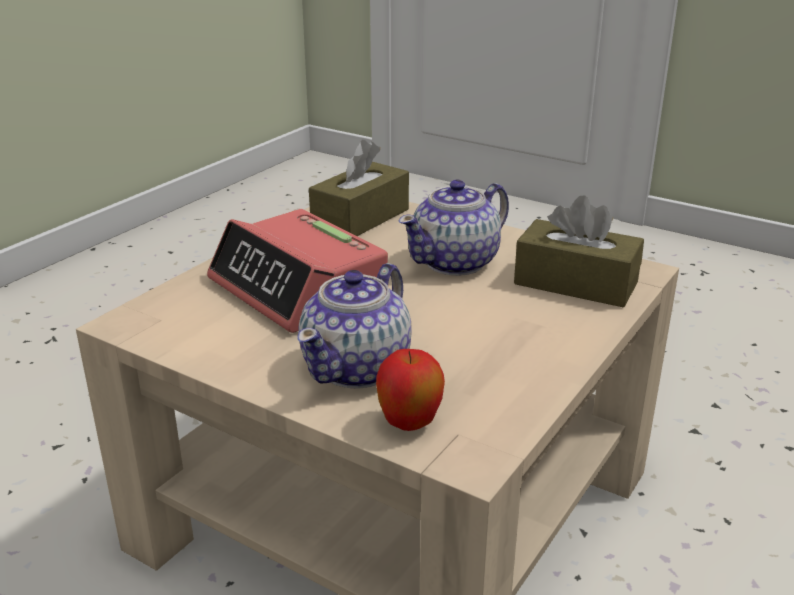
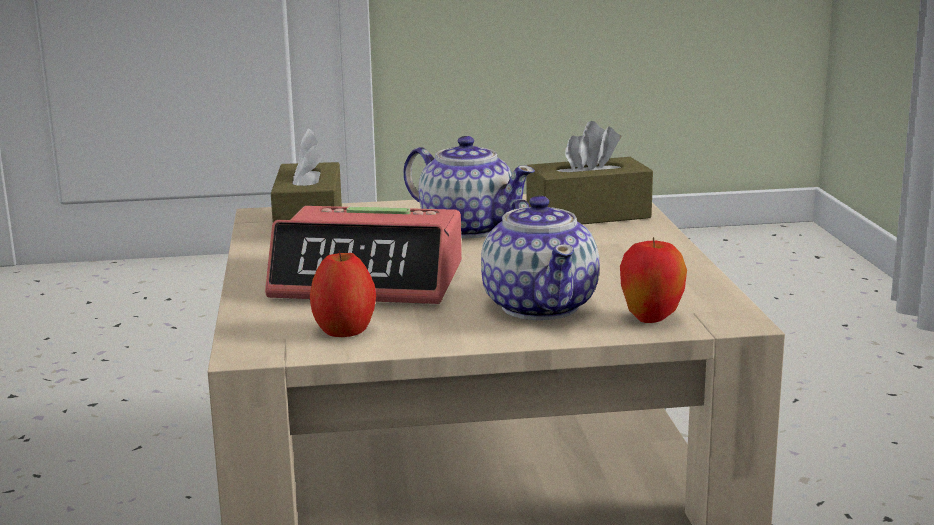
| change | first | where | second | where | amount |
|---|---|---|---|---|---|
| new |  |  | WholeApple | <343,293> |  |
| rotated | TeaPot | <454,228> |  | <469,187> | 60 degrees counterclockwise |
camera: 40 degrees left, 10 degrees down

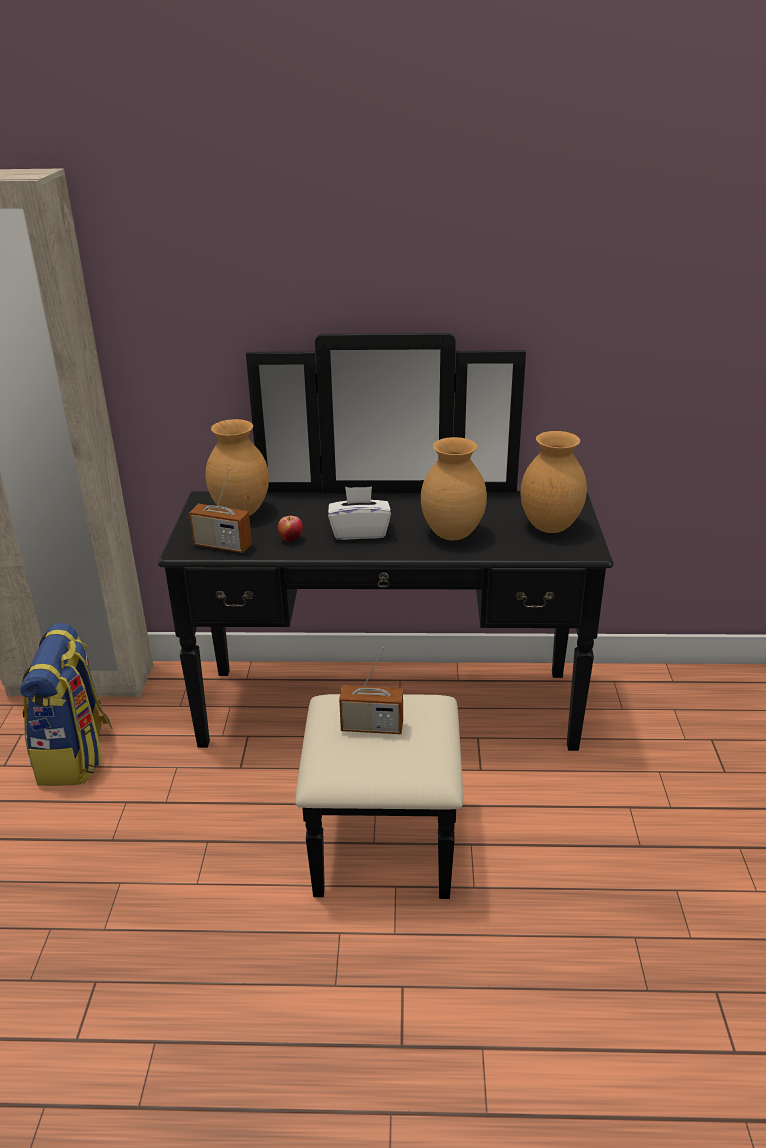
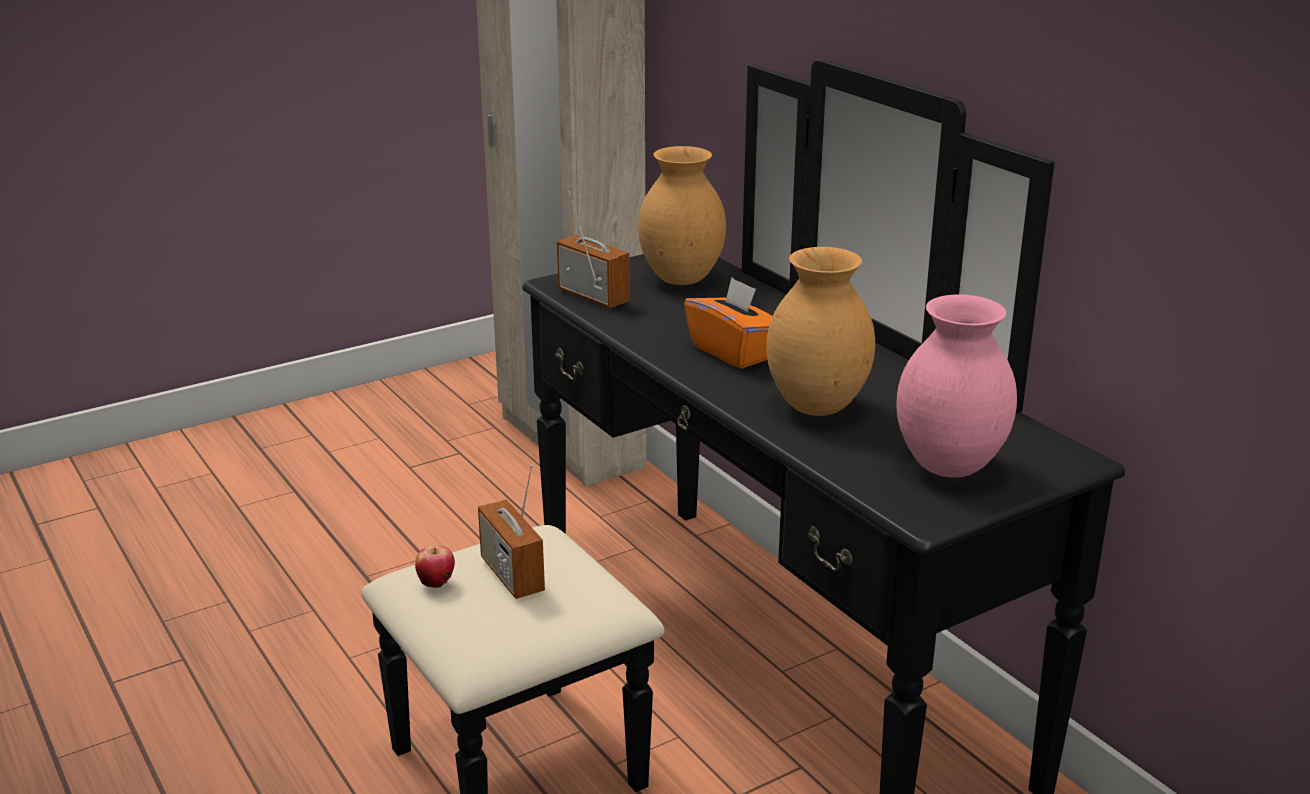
| change | first | where | second | where | amount |
|---|---|---|---|---|---|
| shifted | WholeApple | <290,529> |  | <435,566> |  |
| rotated | RadioSet | <220,510> |  | <593,249> | 150 degrees clockwise |
| repainted | WhiteTissueBox | <359,513> | OrangeTissueBox | <728,323> |  |
| repainted | BrownishFlowerVase | <553,482> | PinkFlowerVase | <956,386> |  |
| gone | Knapsack | <66,704> |  |  |  |
camera: 55 degrees right, 5 degrees down

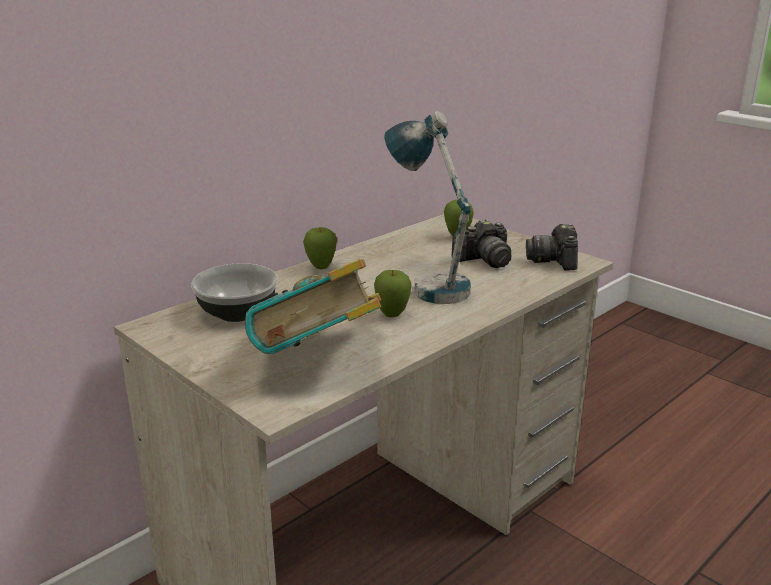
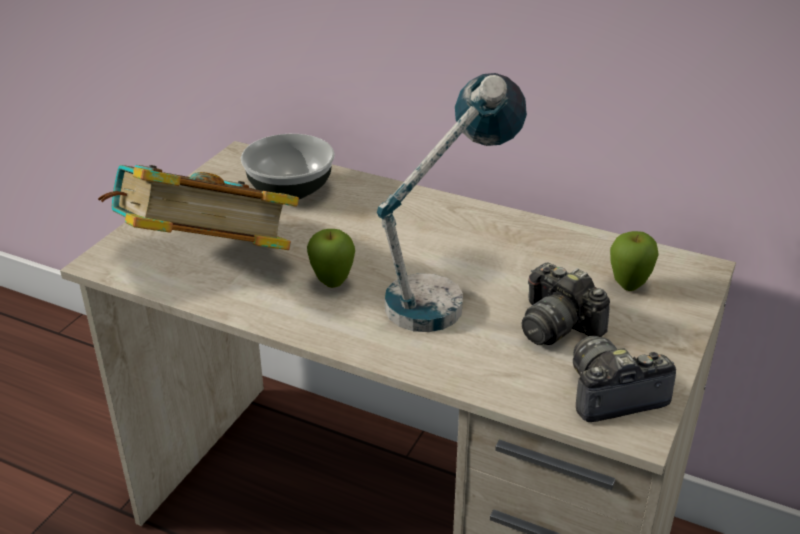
| change | first | where | second | where | amount |
|---|---|---|---|---|---|
| gone | WholeApple | <320,248> |  |  |  |
camera: 70 degrees right, 10 degrees up

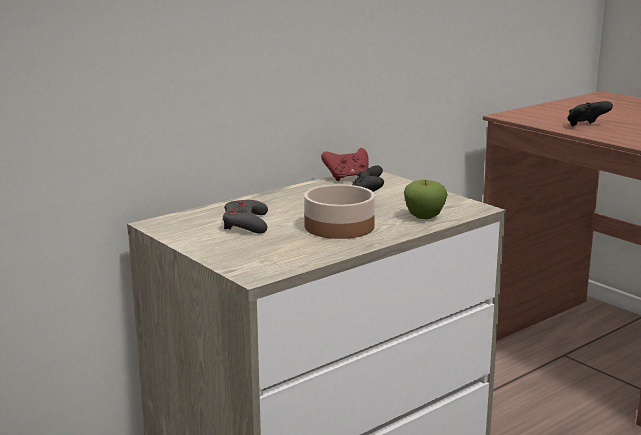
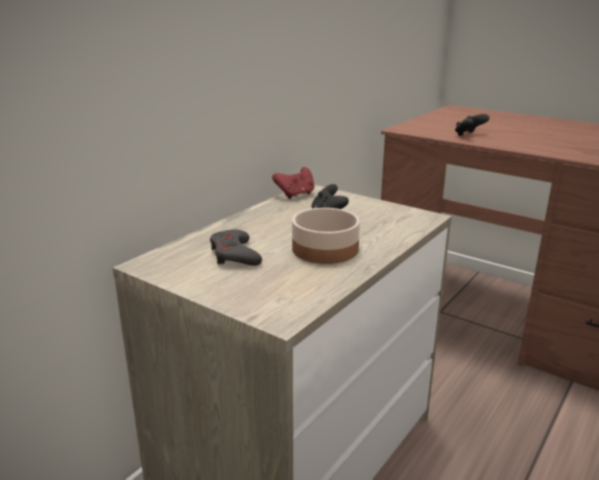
| change | first | where | second | where | amount |
|---|---|---|---|---|---|
| gone | WholeApple | <426,199> |  |  |  |
camera: 15 degrees left, 5 degrees up

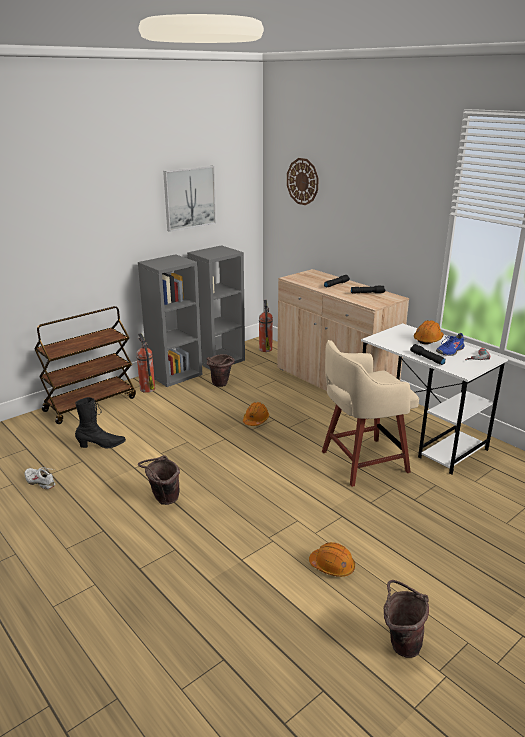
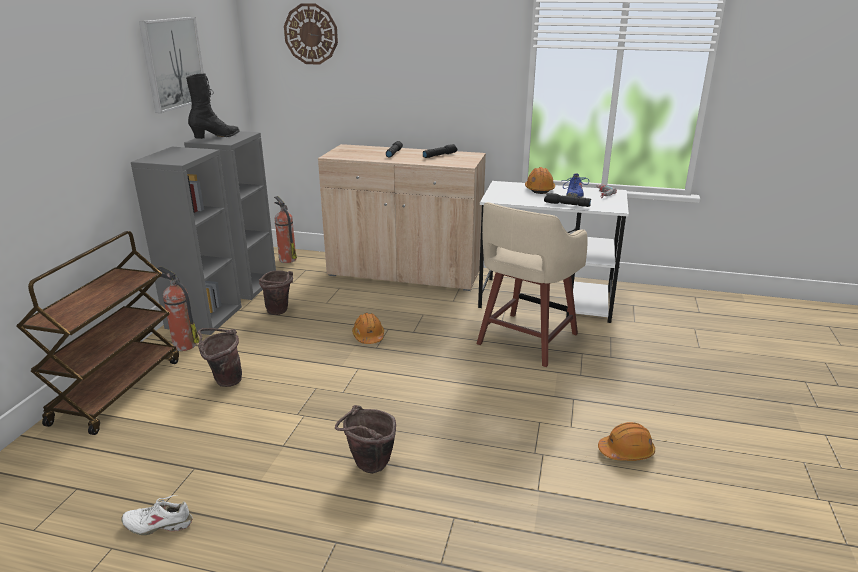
| change | first | where | second | where | amount |
|---|---|---|---|---|---|
| shifted | BlackColouredHighTopBoot | <100,422> |  | <213,106> |  |
| shifted | BrownishWaterBucket | <406,619> |  | <220,357> |  |
camera: 35 degrees left, 0 degrees up

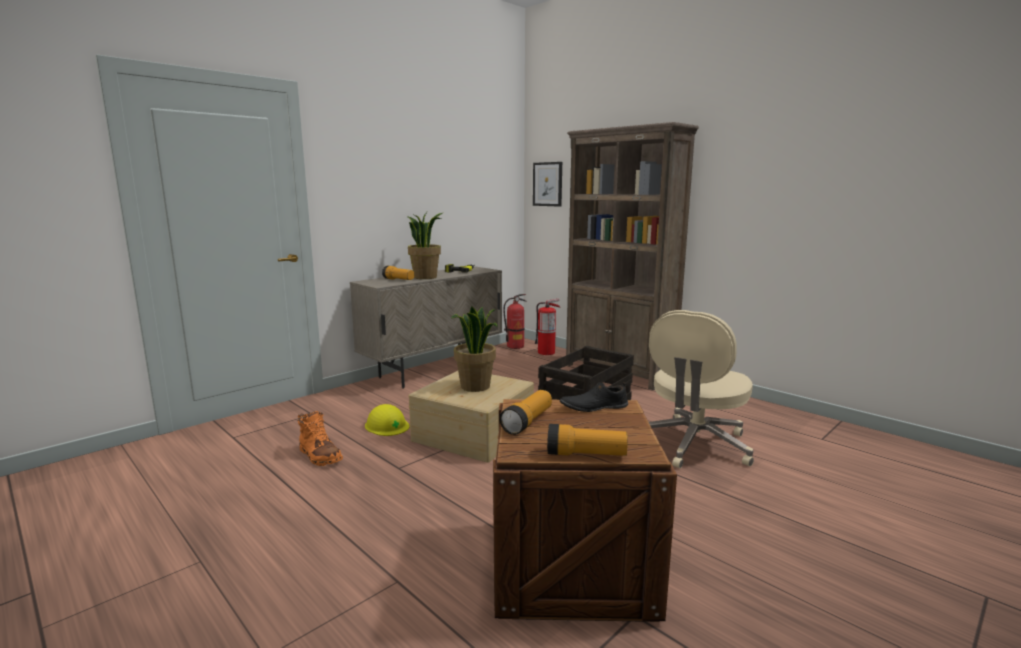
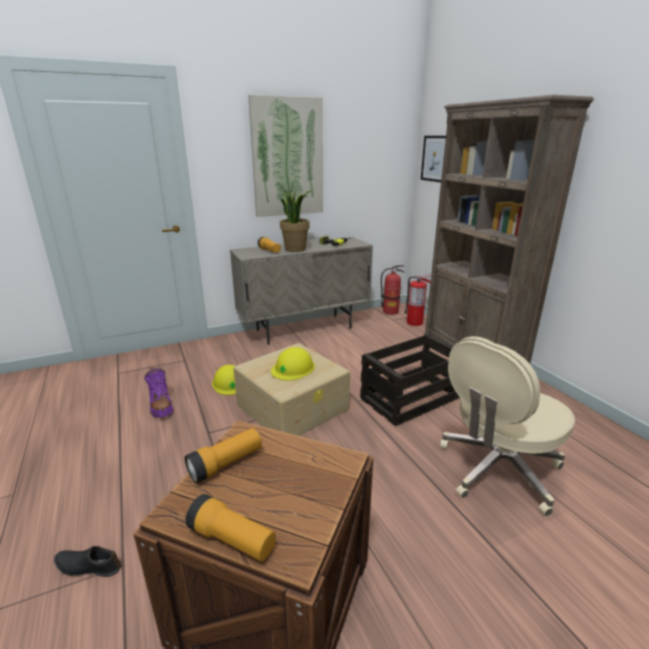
| change | first | where | second | where | amount |
|---|---|---|---|---|---|
| shifted | BlackColouredItemOfFootwear | <594,397> |  | <87,561> |  |
| repainted | OrangeHighTopBoot | <320,438> | PurplishHighTopBoot | <158,392> |  |
| new |  |  | WallArt | <285,156> |  |
| swapped | PottedPlant | <474,349> | YellowColouredWorkHelmet | <293,364> |  |
camera: 20 degrees right, 10 degrees up

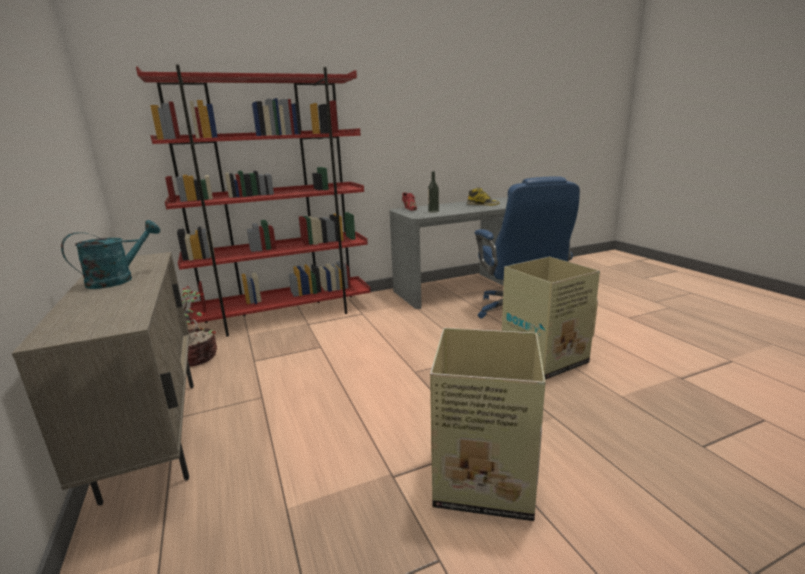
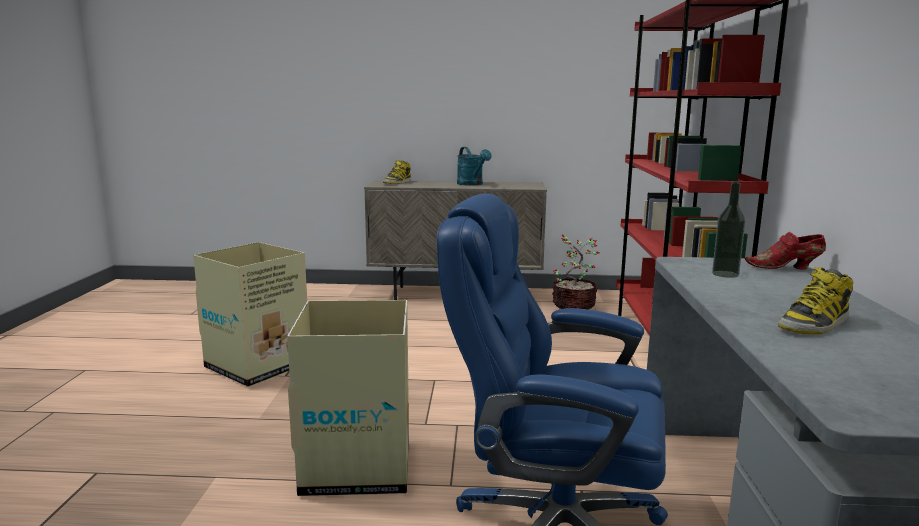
| change | first | where | second | where | amount |
|---|---|---|---|---|---|
| new |  |  | HighTopBoot | <397,172> |  |
camera: 115 degrees right, 5 degrees down

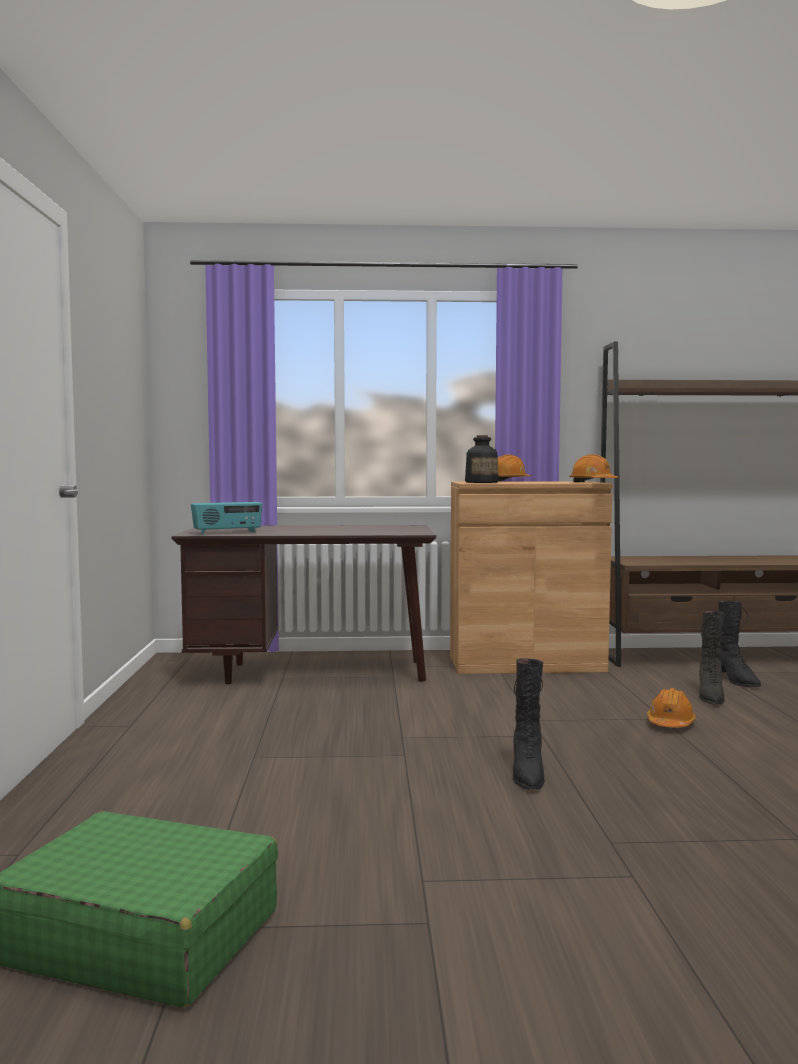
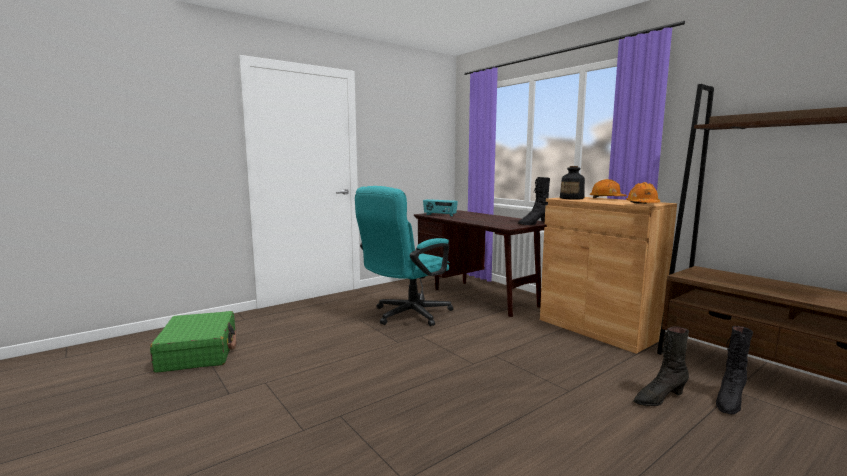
| change | first | where | second | where | amount |
|---|---|---|---|---|---|
| new |  |  | BlueGreenDeskChair | <404,256> |  |
| shifted | BlackColouredHighTopBoot | <529,724> |  | <534,201> |  |
| gone | OrangeWorkHelmet | <671,708> |  |  |  |
camera: 55 degrees right, 5 degrees up

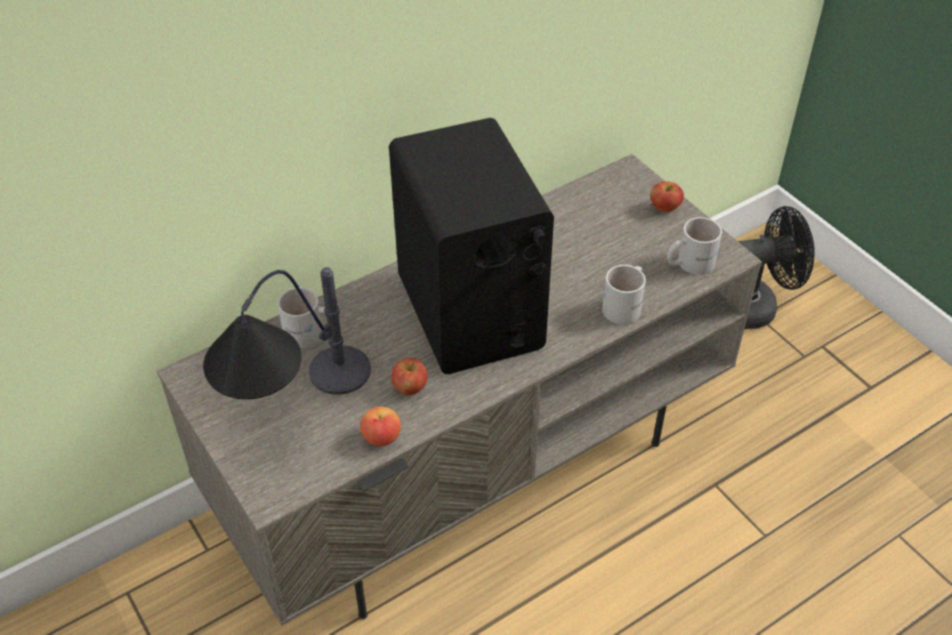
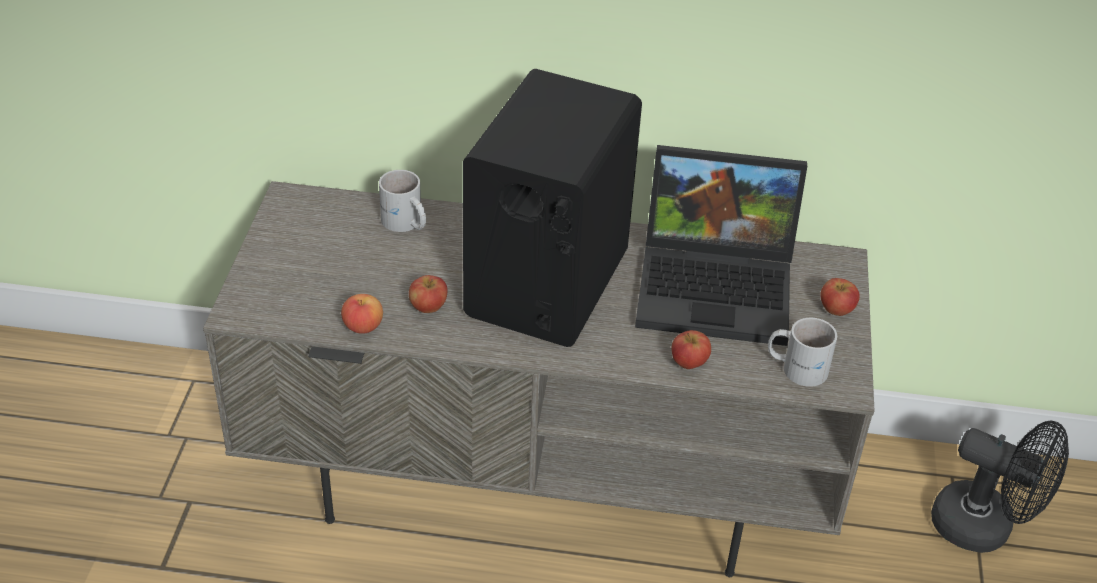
| change | first | where | second | where | amount |
|---|---|---|---|---|---|
| new |  |  | Laptop | <721,245> |  |
| swapped | WhiteCoffeeMug | <624,295> | WholeApple | <691,349> |  |
| gone | TabletopLamp | <287,333> |  |  |  |
camera: 40 degrees right, 5 degrees down

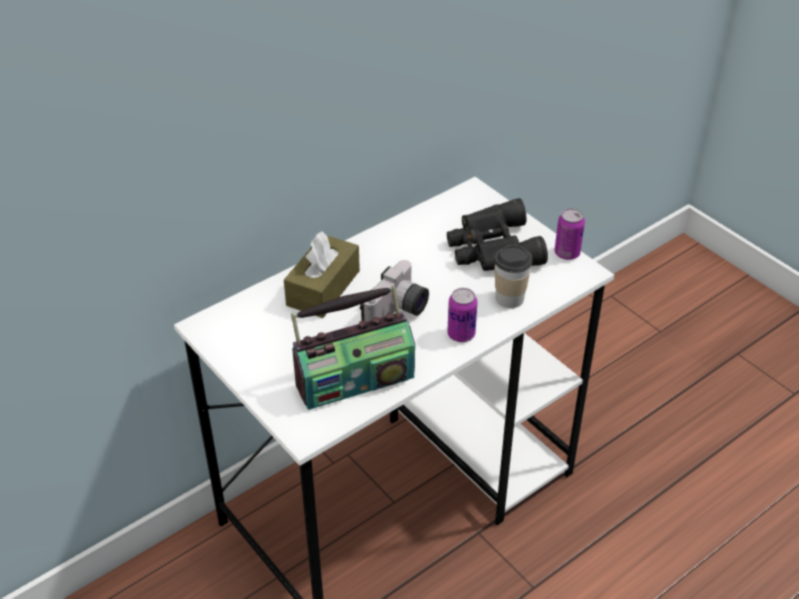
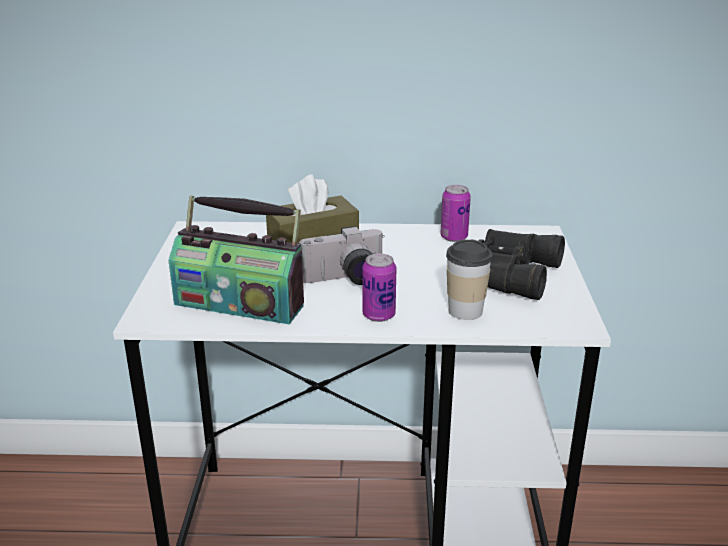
| change | first | where | second | where | amount |
|---|---|---|---|---|---|
| shifted | SealedCan | <570,234> |  | <455,213> |  |
camera: 40 degrees right, 15 degrees down

